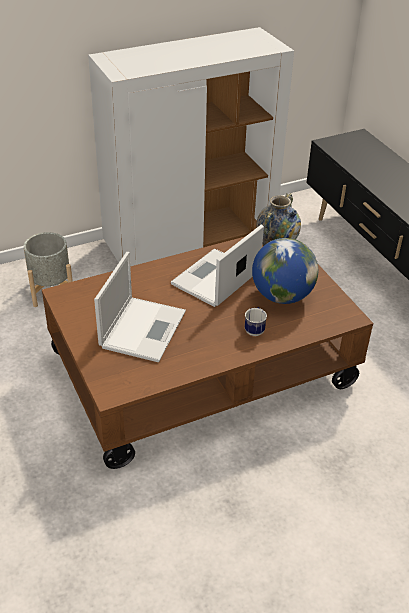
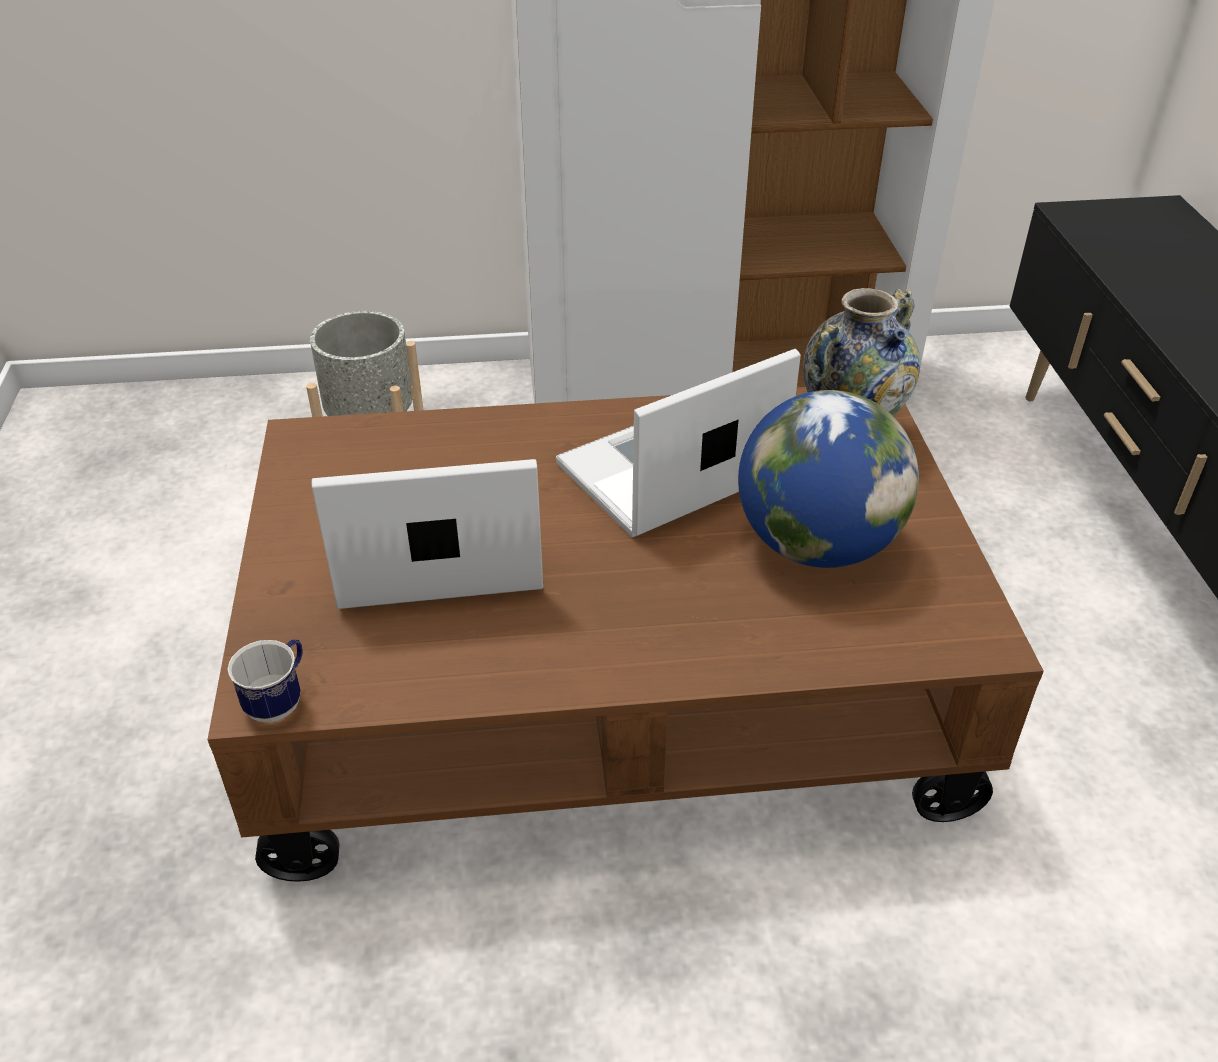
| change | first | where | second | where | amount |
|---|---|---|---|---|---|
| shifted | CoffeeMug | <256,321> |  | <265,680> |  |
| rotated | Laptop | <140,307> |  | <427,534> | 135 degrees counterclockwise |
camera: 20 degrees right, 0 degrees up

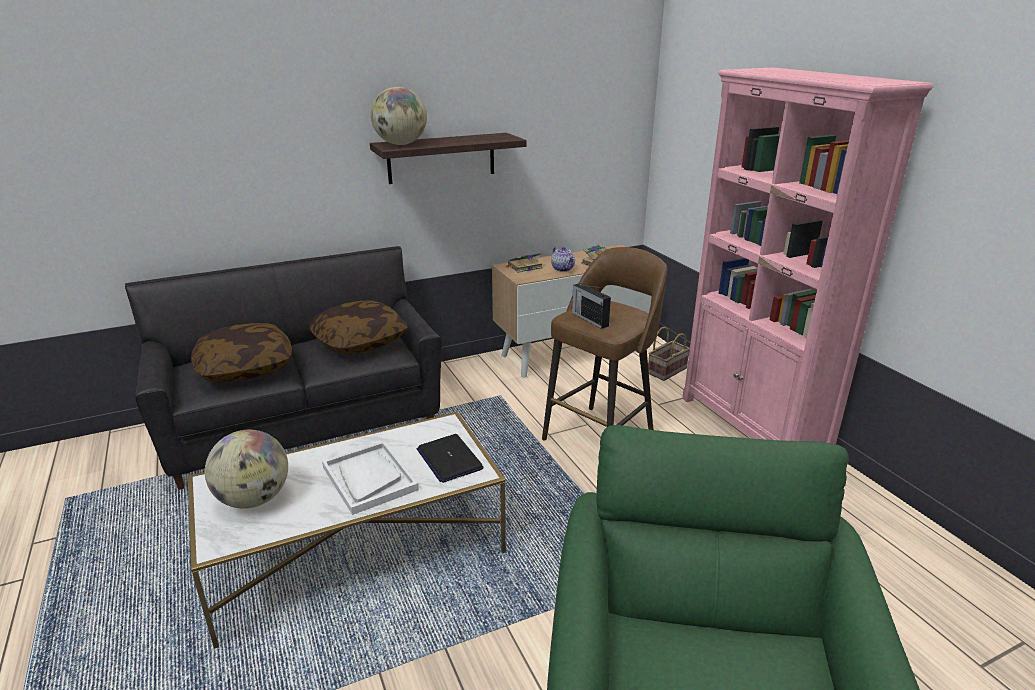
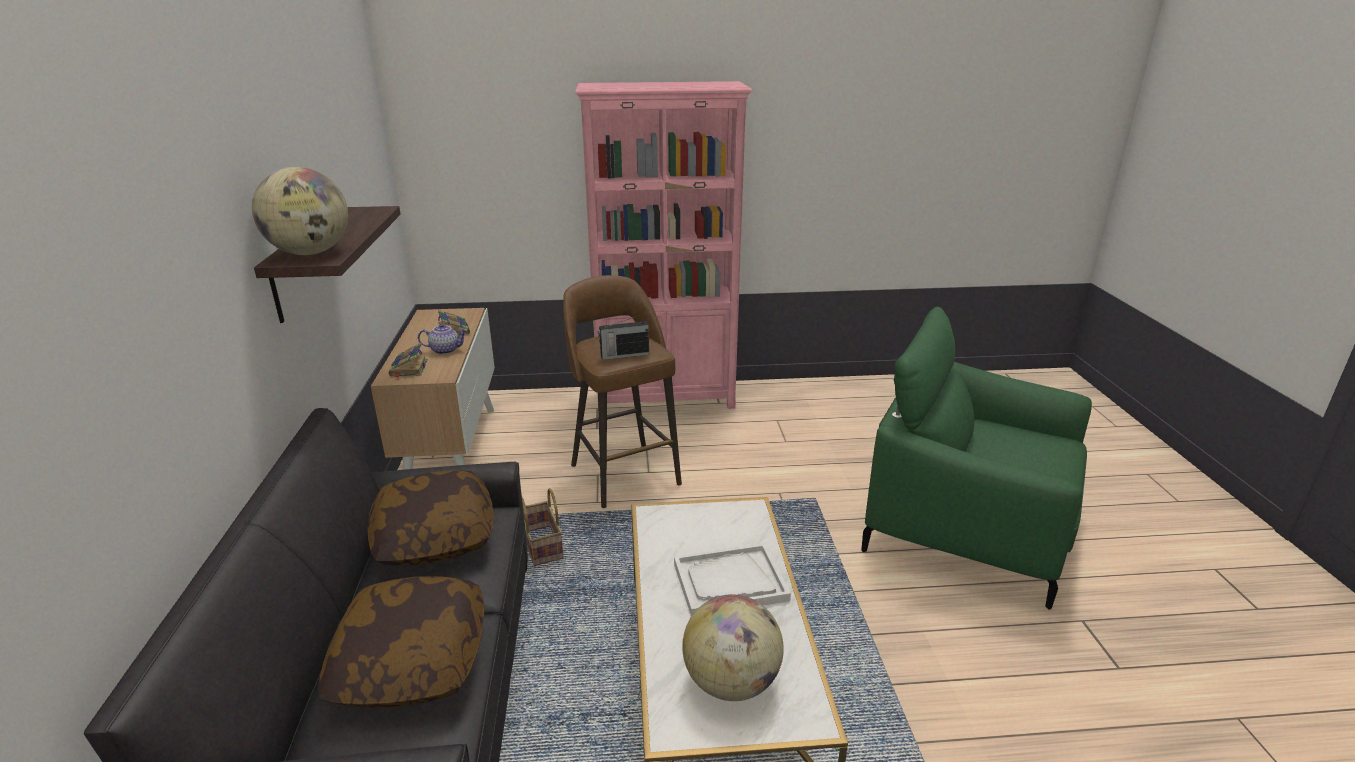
| change | first | where | second | where | amount |
|---|---|---|---|---|---|
| shifted | Basket | <669,354> |  | <543,527> |  |
| gone | Laptop | <450,458> |  |  |  |
camera: 70 degrees left, 0 degrees up

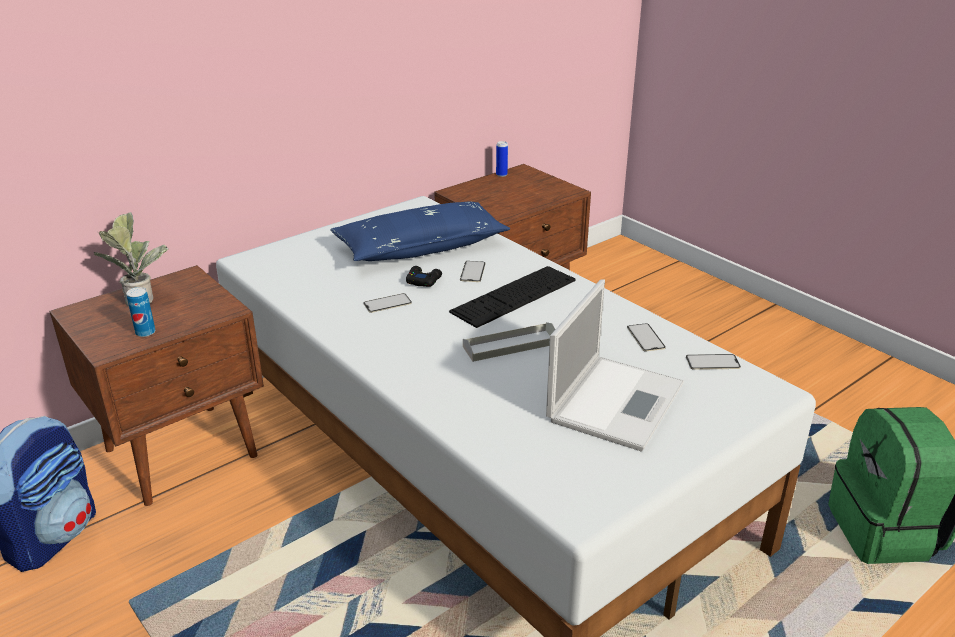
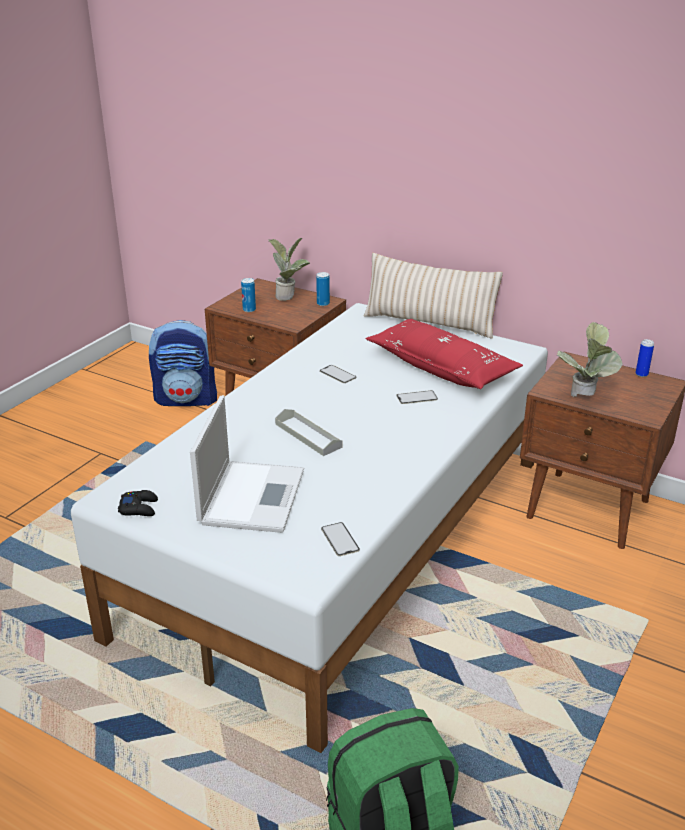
| change | first | where | second | where | amount |
|---|---|---|---|---|---|
| shifted | BlackColouredGamepad | <424,276> |  | <138,503> |  |
| rotated | Laptop | <615,365> |  | <247,464> | 90 degrees counterclockwise |
| new |  |  | SealedCan | <323,289> |  |
| new |  |  | BeigeColouredCushion | <433,296> |  |
| repainted | BlueCushion | <420,231> | RedCushion | <444,354> |  |
| new |  |  | PottedPlant | <589,360> |  |
| gone | ComputerKeyboard | <512,297> |  |  |  |
| gone | Phone | <646,337> |  |  |  |
camera: 70 degrees right, 0 degrees up

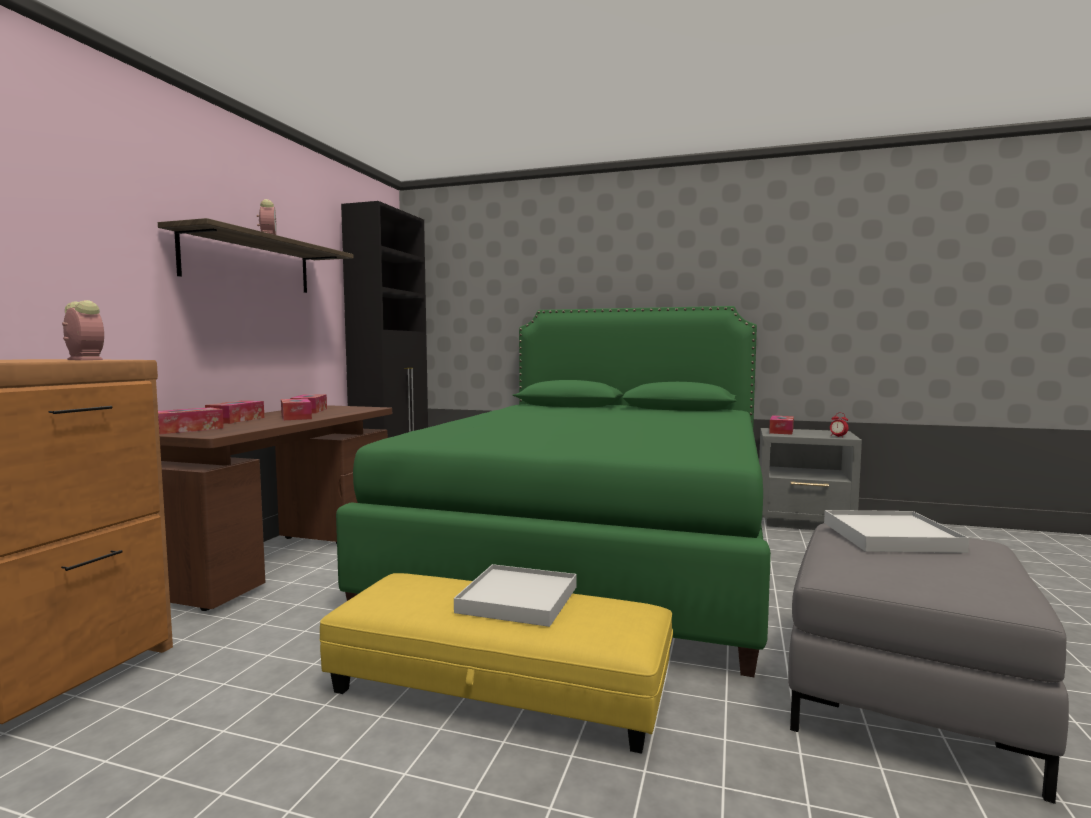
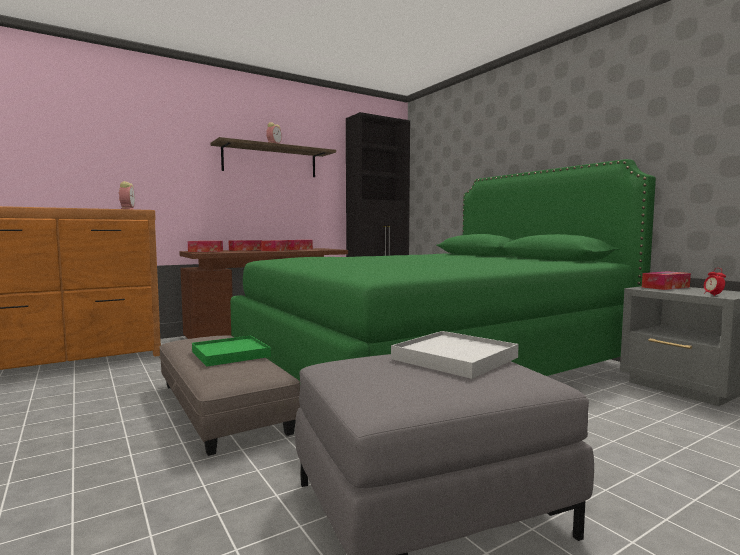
| change | first | where | second | where | amount |
|---|---|---|---|---|---|
| repainted | YellowColouredOttoman | <496,663> | GreyOttoman | <229,395> |  |
| repainted | WhiteServingTray | <515,595> | GreenishServingTray | <231,351> |  |
camera: 40 degrees right, 0 degrees up

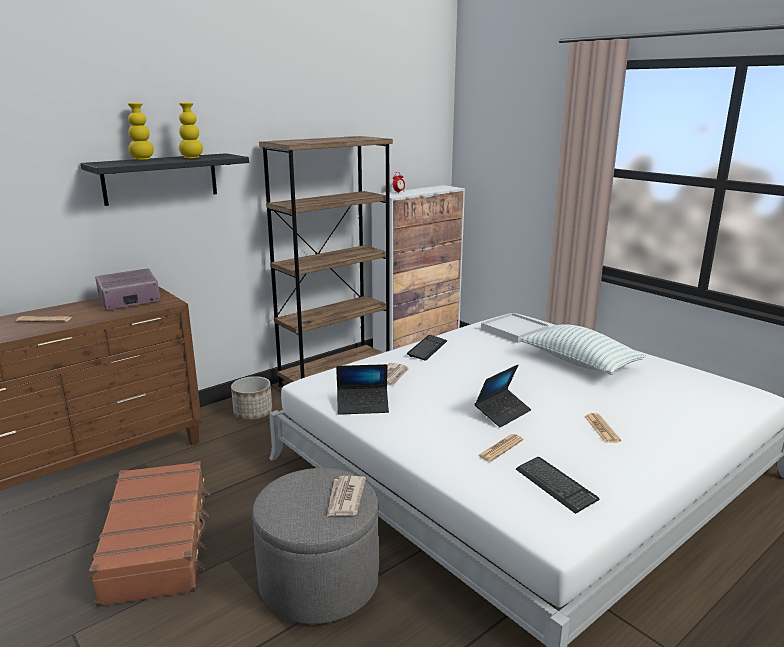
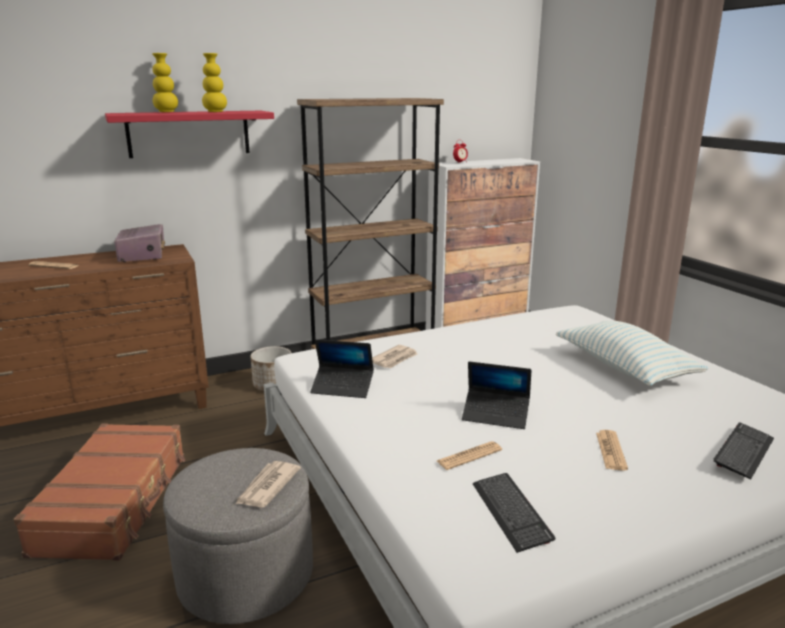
| change | first | where | second | where | amount |
|---|---|---|---|---|---|
| repainted | BlackColouredBracketShelf | <164,179> | RedBracketShelf | <189,134> |  |
| rotated | RadioSet | <128,289> |  | <139,243> | 90 degrees clockwise |
| rotated | Laptop | <503,396> |  | <496,395> | 45 degrees clockwise |
| shifted | ComputerKeyboard | <427,348> |  | <743,450> |  |
| gone | WhiteServingTray | <515,328> |  |  |  |
camera: 15 degrees right, 0 degrees up

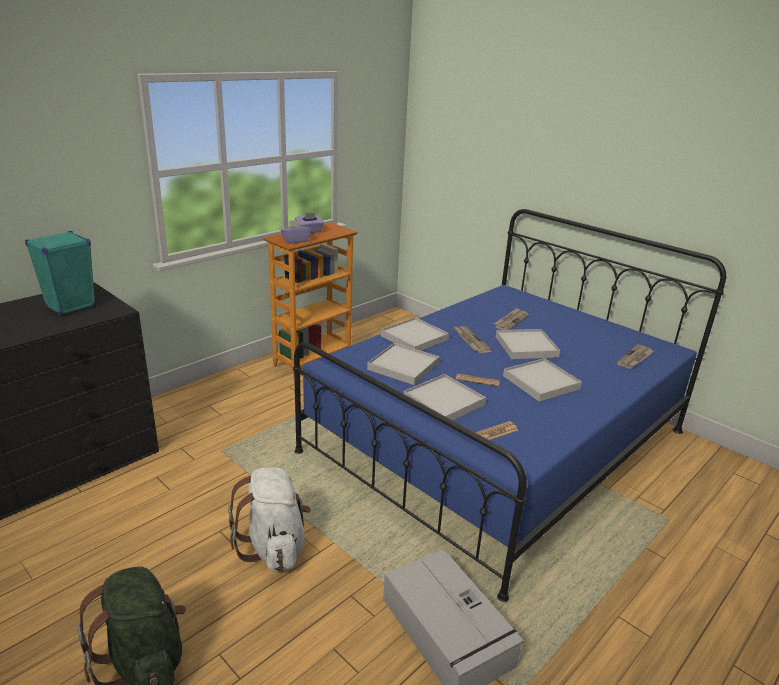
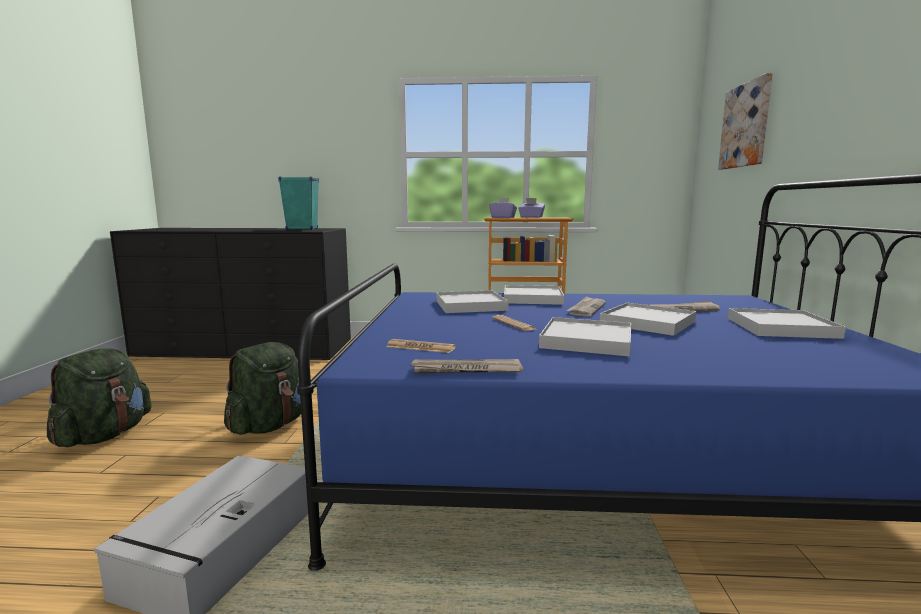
| change | first | where | second | where | amount |
|---|---|---|---|---|---|
| repainted | WhiteKnapsack | <269,519> | GreenishKnapsack | <262,388> |  |
| shifted | PrintedPaper | <635,357> |  | <466,366> |  |
| new |  |  | WallArt | <745,121> |  |
| shifted | WhiteServingTray | <445,399> |  | <787,323> |  |
camera: 50 degrees right, 15 degrees down

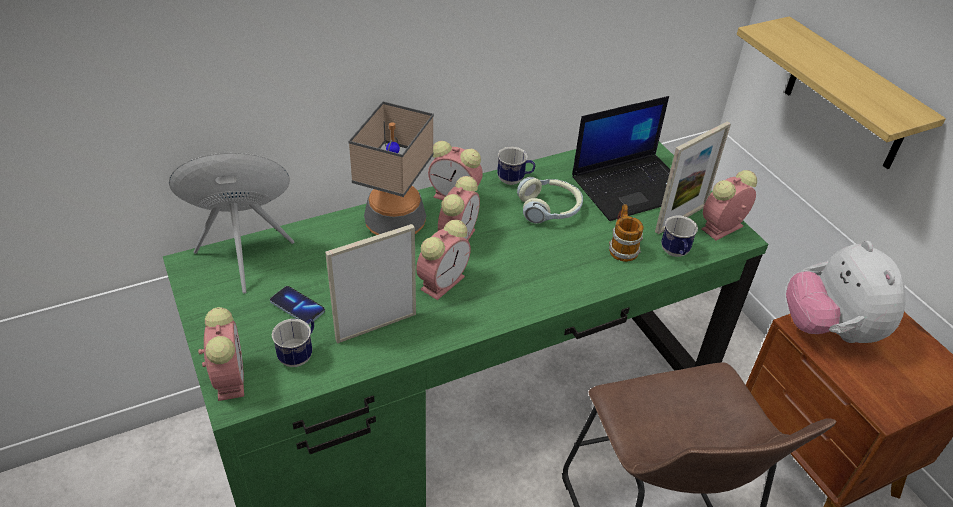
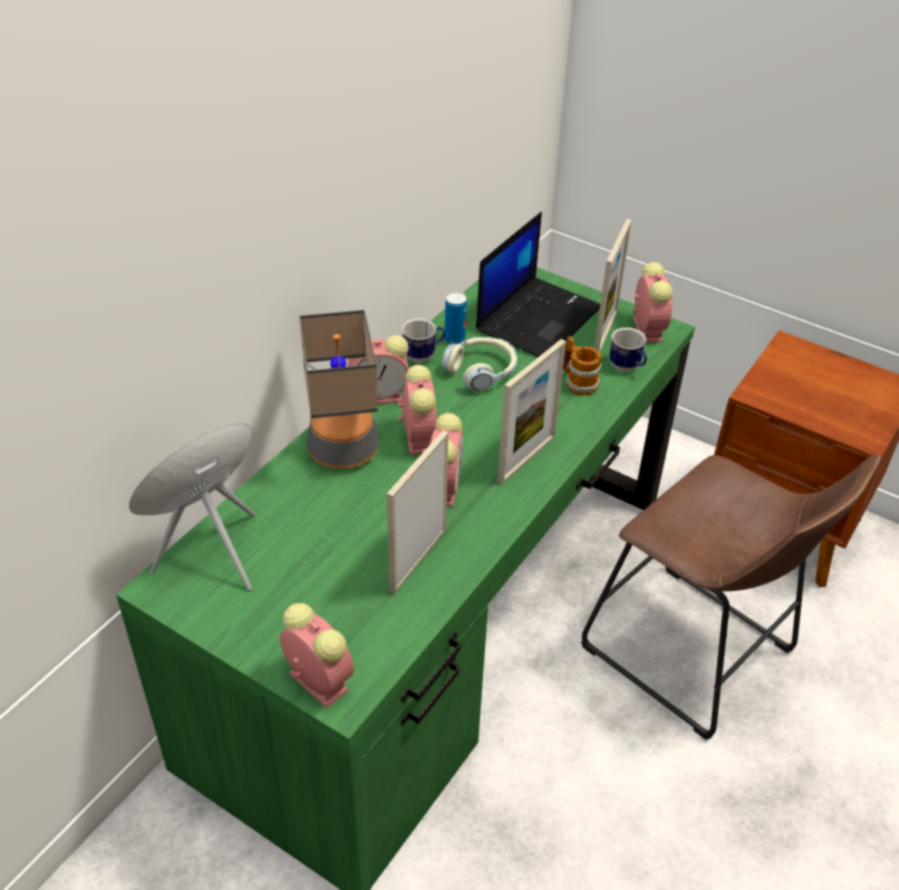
| change | first | where | second | where | amount |
|---|---|---|---|---|---|
| new |  |  | SealedCan | <455,318> |  |
| new |  |  | StandingFrame | <531,411> |  |
| rotated | AlarmClock | <729,205> |  | <653,302> | 150 degrees clockwise |
| gone | Phone | <297,305> |  |  |  |
| gone | CoffeeMug | <293,343> |  |  |  |
| gone | BracketShelf | <841,92> |  |  |  |
| gone | CuddlyToy | <846,292> |  |  |  |
camera: 30 degrees left, 0 degrees up

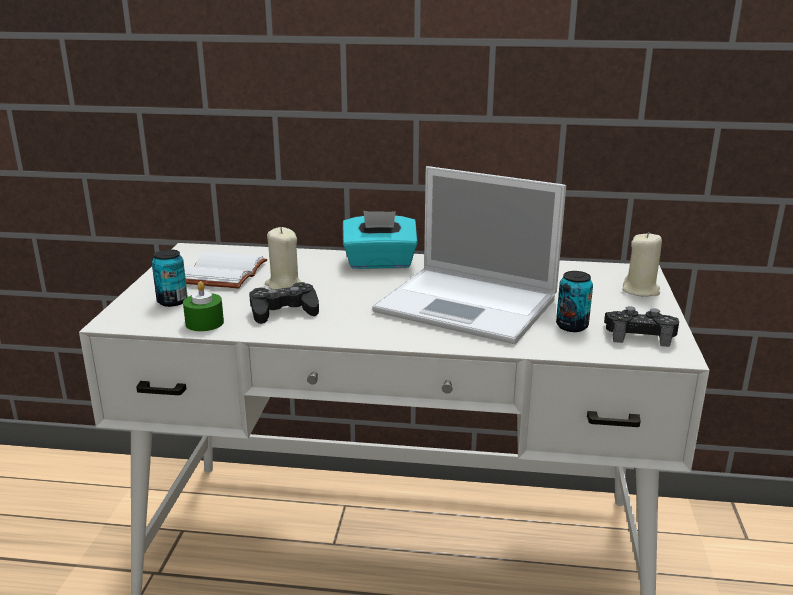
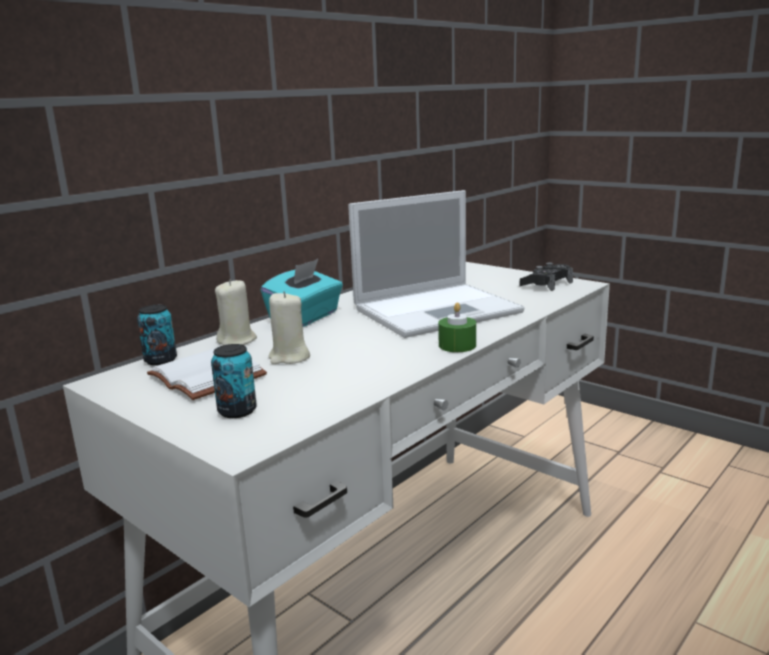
| change | first | where | second | where | amount |
|---|---|---|---|---|---|
| shifted | SealedCan | <574,301> |  | <157,335> |  |
| shifted | BeigeColouredCandle | <642,264> |  | <236,312> |  |
| shifted | GreenishCandle | <203,306> |  | <457,327> |  |
| gone | BlackColouredGamepad | <284,303> |  |  |  |
camera: 55 degrees left, 5 degrees down

